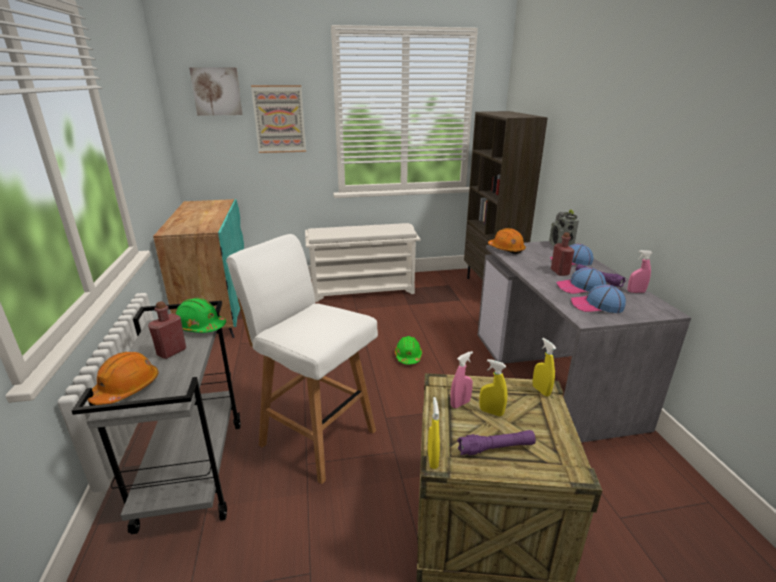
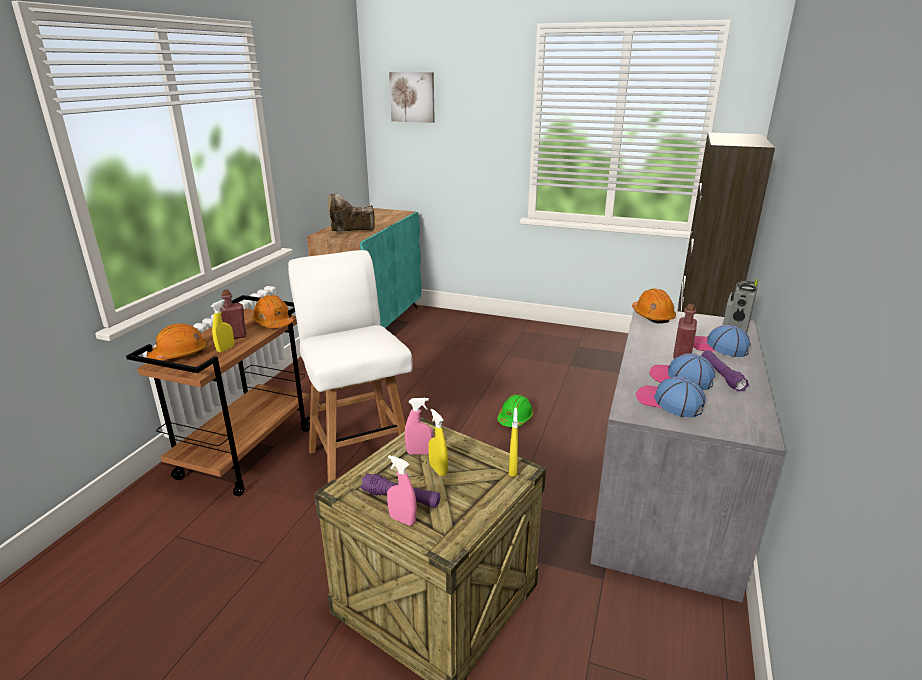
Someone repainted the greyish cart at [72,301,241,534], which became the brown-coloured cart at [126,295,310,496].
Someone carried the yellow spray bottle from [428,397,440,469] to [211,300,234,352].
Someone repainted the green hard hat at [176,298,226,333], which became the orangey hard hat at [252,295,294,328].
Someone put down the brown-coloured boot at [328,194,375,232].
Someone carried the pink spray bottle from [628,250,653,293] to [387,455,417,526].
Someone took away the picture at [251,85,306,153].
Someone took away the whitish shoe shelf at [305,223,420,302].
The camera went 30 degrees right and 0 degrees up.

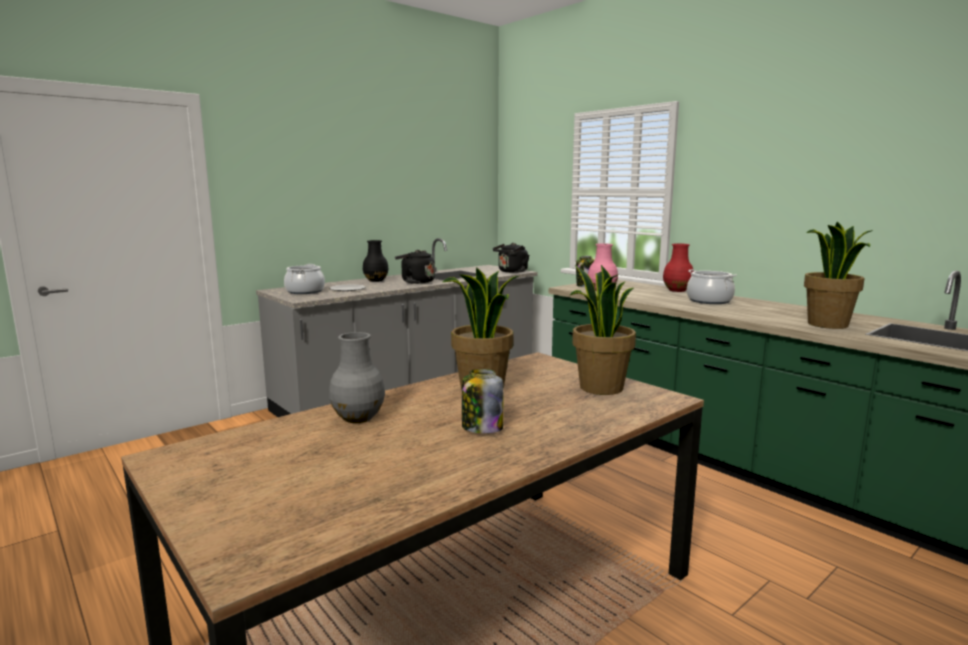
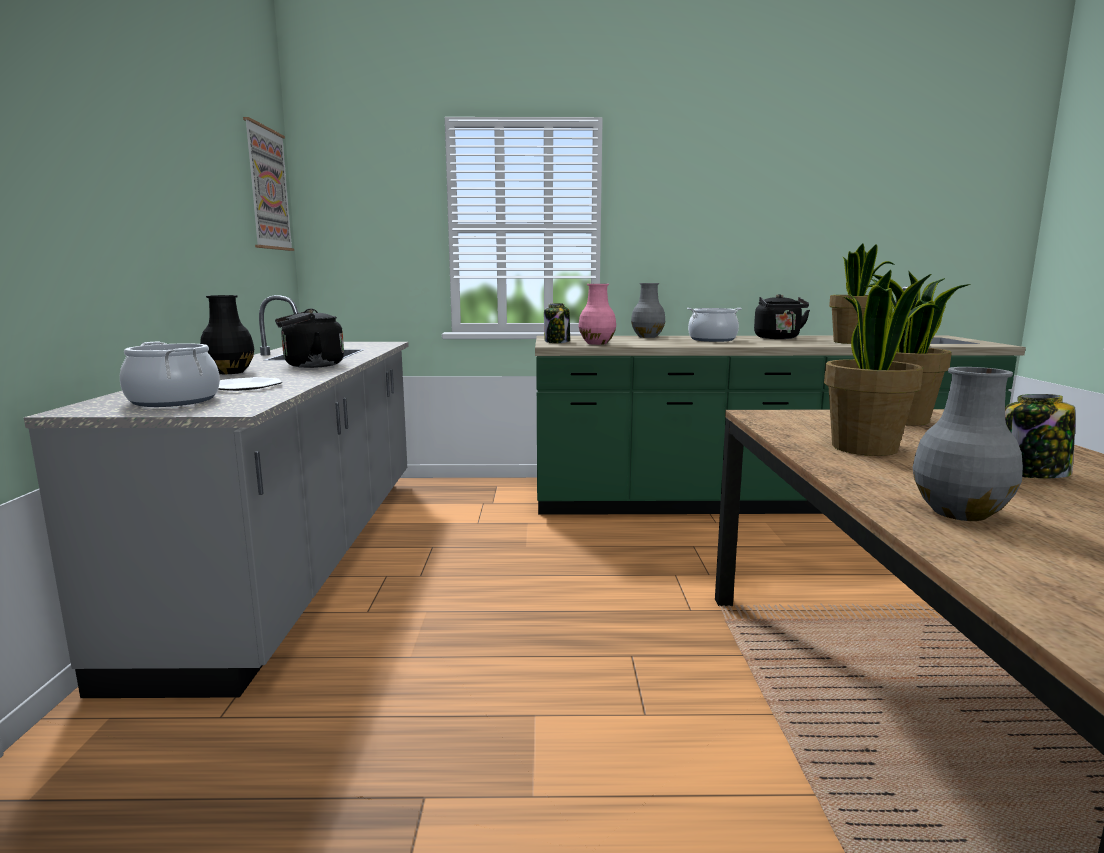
Someone put up the picture at [243,117,294,251].
Someone repainted the red flower vase at [663,243,694,292], which became the greyish flower vase at [631,283,665,338].
Someone carried the blackish water kettle from [493,243,529,273] to [754,294,810,339].
The camera went 50 degrees left and 0 degrees up.

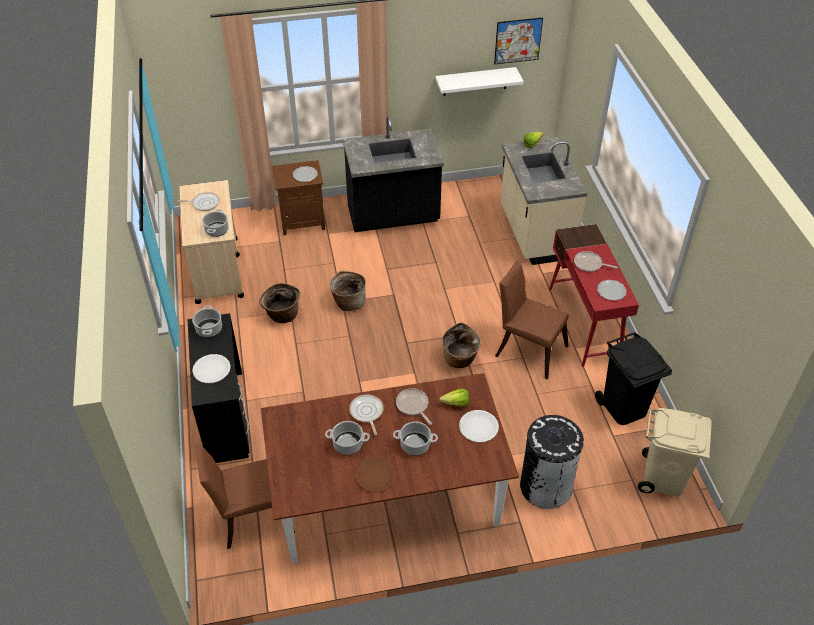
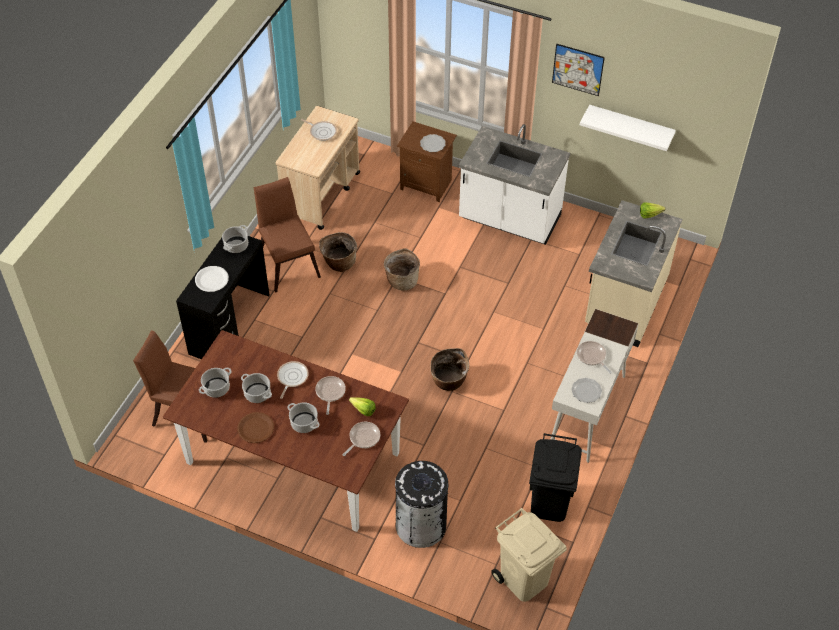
Someone carried the saucepot from [202,209,229,237] to [199,368,232,398].
Someone carried the brown-coloured plain chair from [495,260,569,379] to [254,177,321,293].
Someone swapped the whitish flat dish at [459,410,499,442] for the pan at [342,422,380,456].
Someone repainted the blackish kitchen counter at [343,117,444,232], which became the whitish kitchen counter at [459,124,570,245].
Someone repainted the red desk unit at [549,224,639,367], which became the whitish desk unit at [551,309,639,463].
Someone carried the picture from [494,17,543,64] to [552,44,605,96].
The camera went 35 degrees right and 5 degrees up.

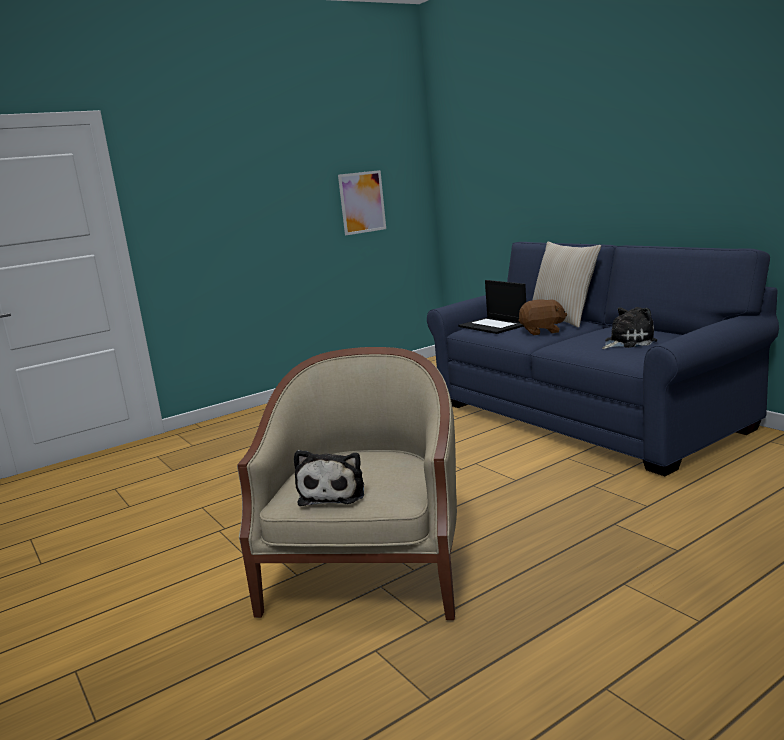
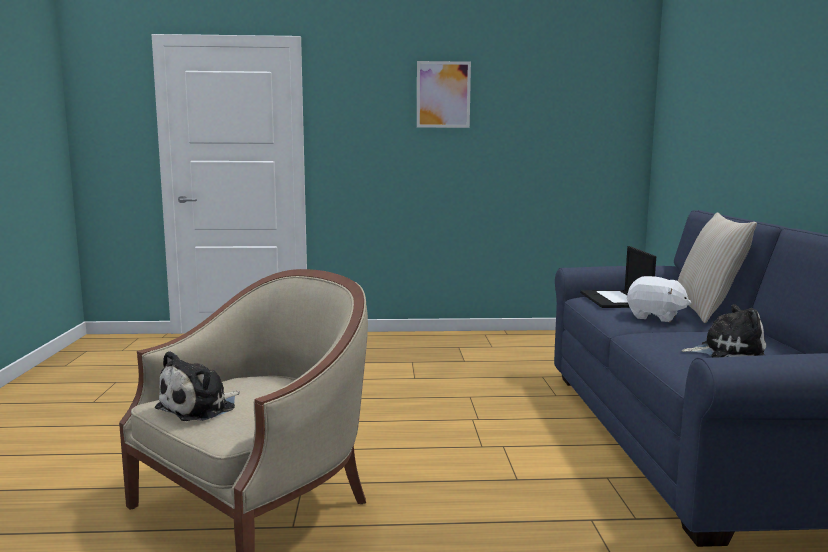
Someone carried the picture from [338,170,386,235] to [417,61,471,128].
Someone repainted the brown-coloured soft toy at [519,299,567,335], which became the whitish soft toy at [627,276,691,322].
The camera went 30 degrees right and 5 degrees down.

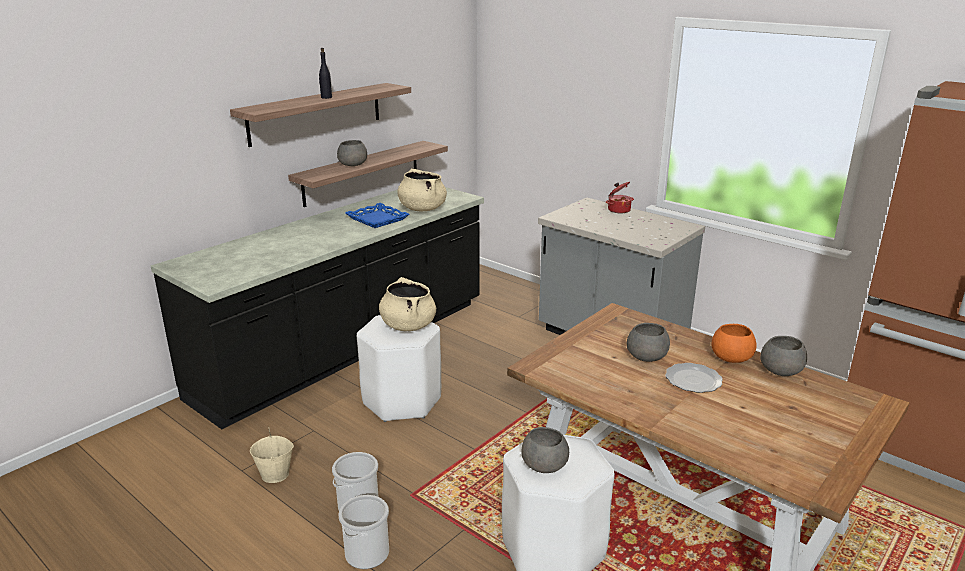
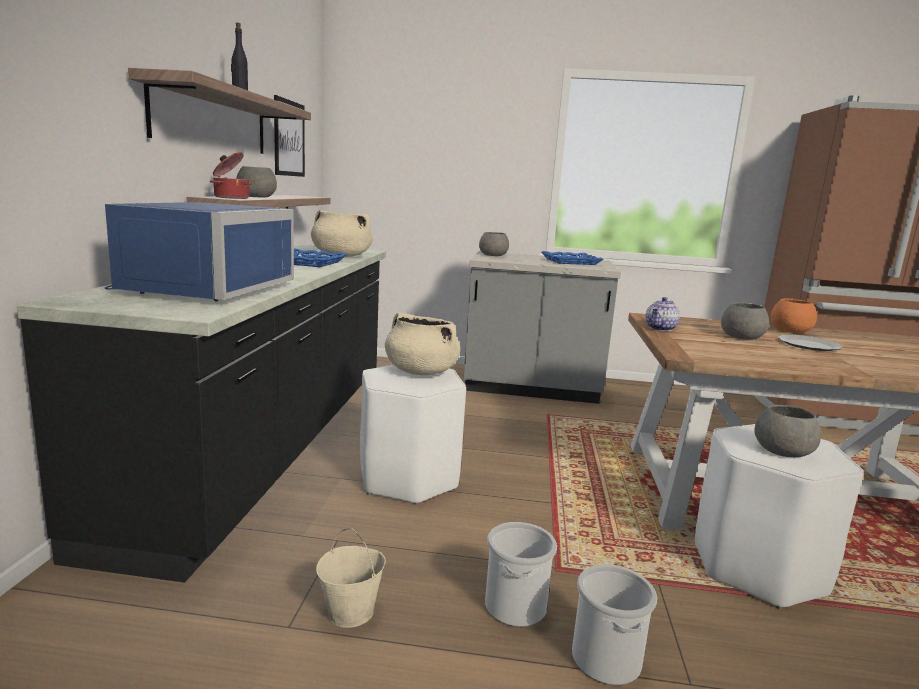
Someone put down the blue-coloured microwave oven at [105,202,294,301].
Someone carried the saucepot from [606,182,634,213] to [210,152,252,199].
Someone put up the picture at [274,95,305,177].
Someone carried the greyish serving bowl from [760,336,807,376] to [479,232,509,256].
Someone put down the blue-coloured serving tray at [541,251,603,265].
Someone put down the tea pot at [645,297,680,331].
The camera went 35 degrees left and 10 degrees down.

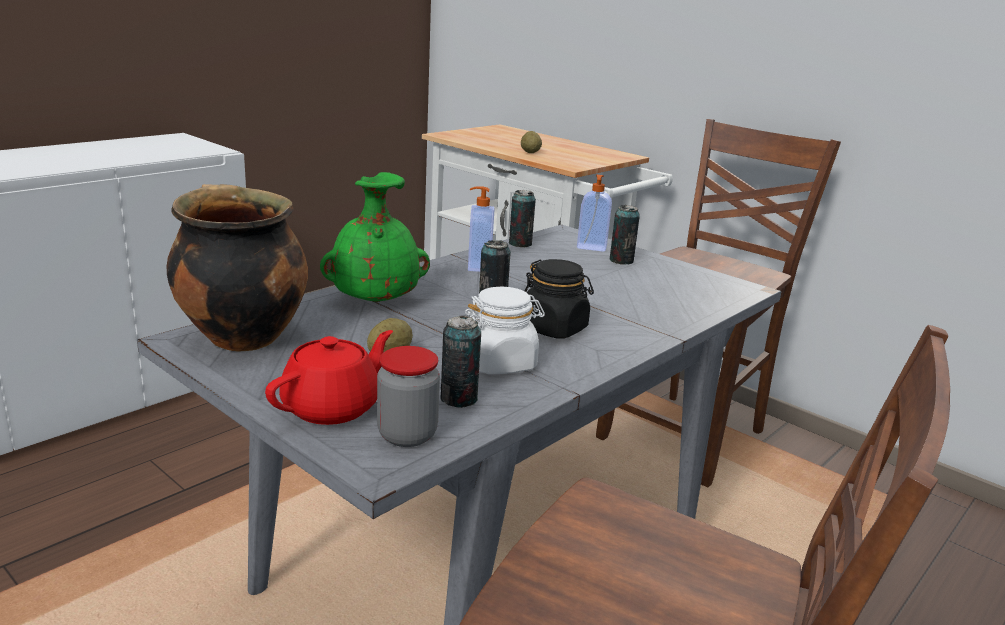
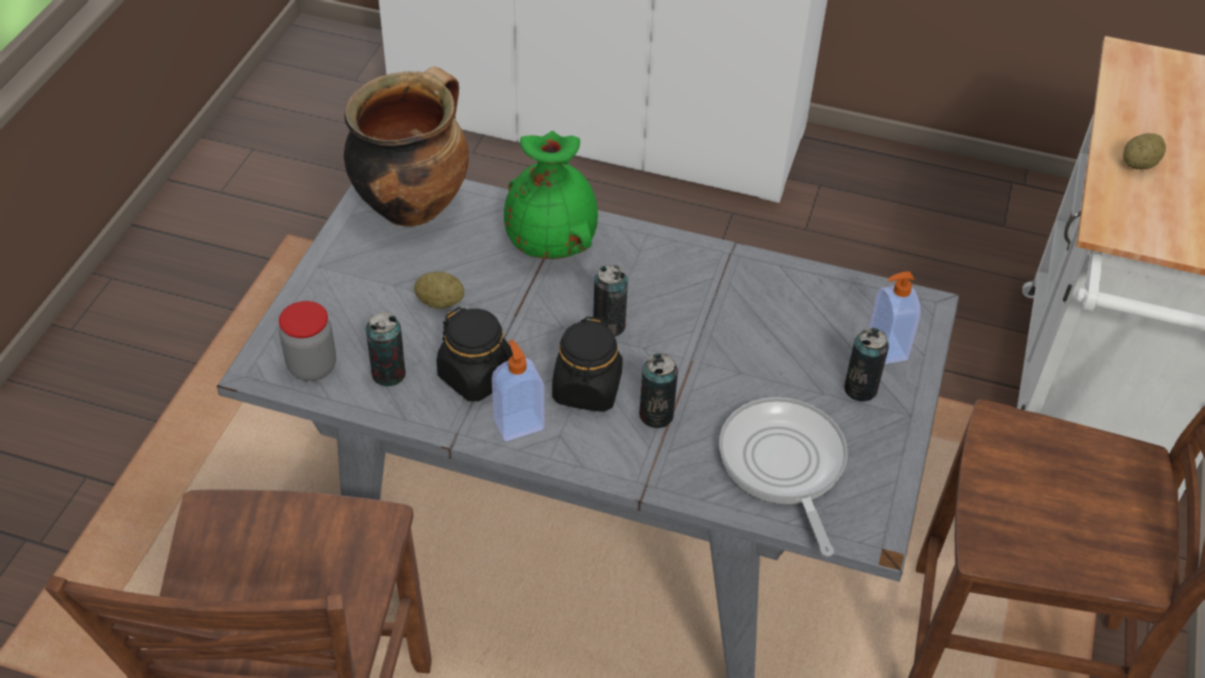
Someone repainted the whitish storage jar at [465,286,545,374], which became the blackish storage jar at [437,307,513,402].
Someone carried the soap bottle from [468,186,494,272] to [492,340,544,441].
Someone carried the can from [509,190,536,247] to [639,354,678,428].
Someone put down the pan at [719,397,848,556].
Someone took away the red tea pot at [265,330,393,425].
The camera went 65 degrees right and 25 degrees up.

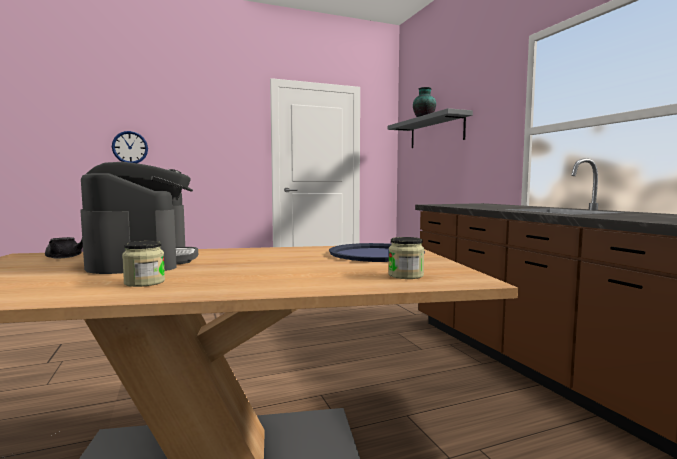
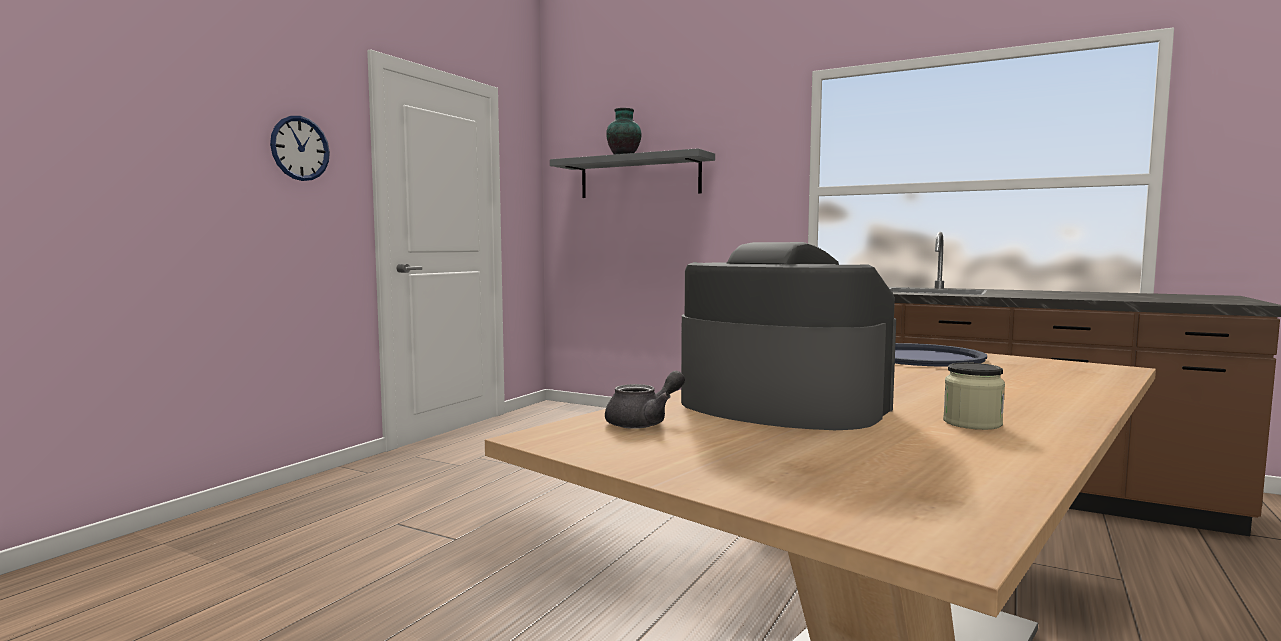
Someone carried the clock on the wall from [112,131,148,163] to [270,116,330,181].
Someone took away the storage jar at [388,237,424,279].
The camera went 40 degrees left and 0 degrees up.

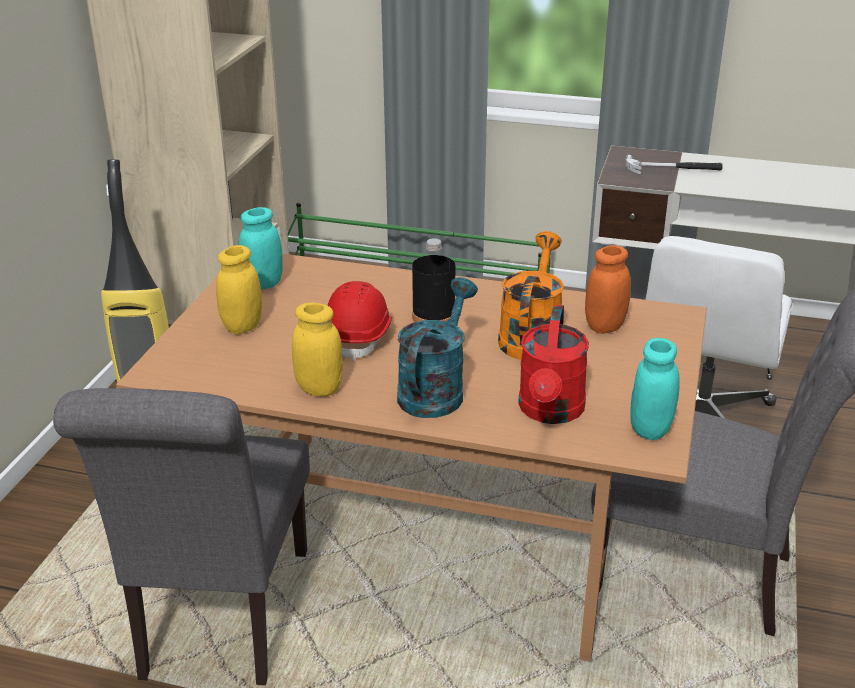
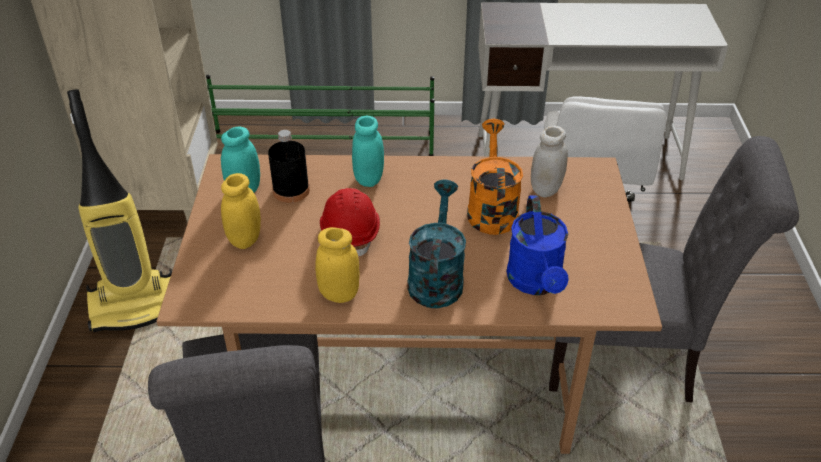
Someone carried the blackish drink bottle from [412,238,455,322] to [268,130,310,203].
Someone carried the turquoise storage jar from [630,338,680,440] to [352,116,384,187].
Someone repainted the red watering can at [518,305,589,424], which became the blue-coloured watering can at [507,195,569,295].
Someone repainted the orangey storage jar at [585,245,631,334], which became the whitish storage jar at [531,126,568,197].
Someone took away the hand hammer at [626,155,723,174].
The camera went 15 degrees left and 10 degrees up.

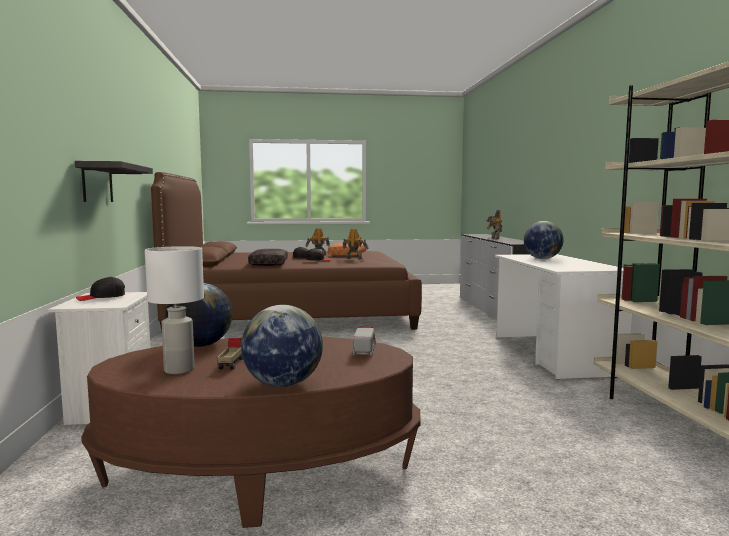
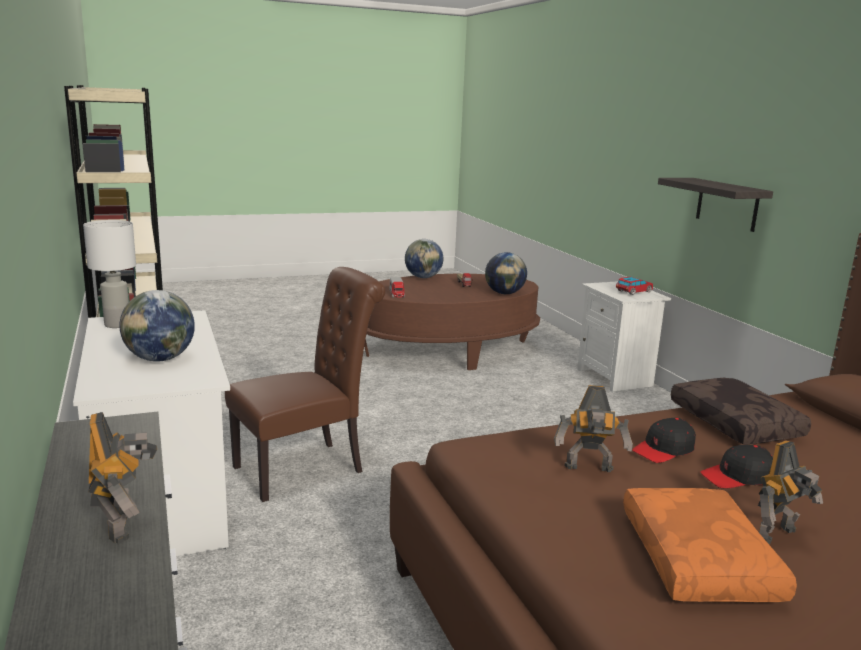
Someone carried the whitish table lamp from [145,246,204,374] to [83,220,136,328].
Someone put down the brown-coloured plain chair at [225,267,385,502].
Someone swapped the blackish baseball cap at [76,277,125,301] for the toy car at [616,277,653,295].
The camera went 165 degrees right and 10 degrees up.

